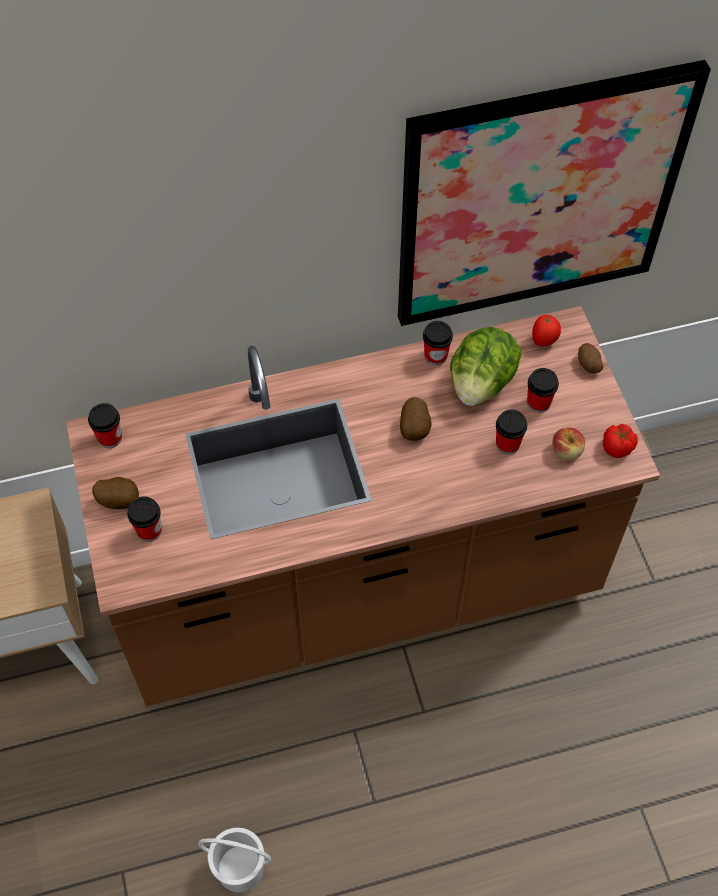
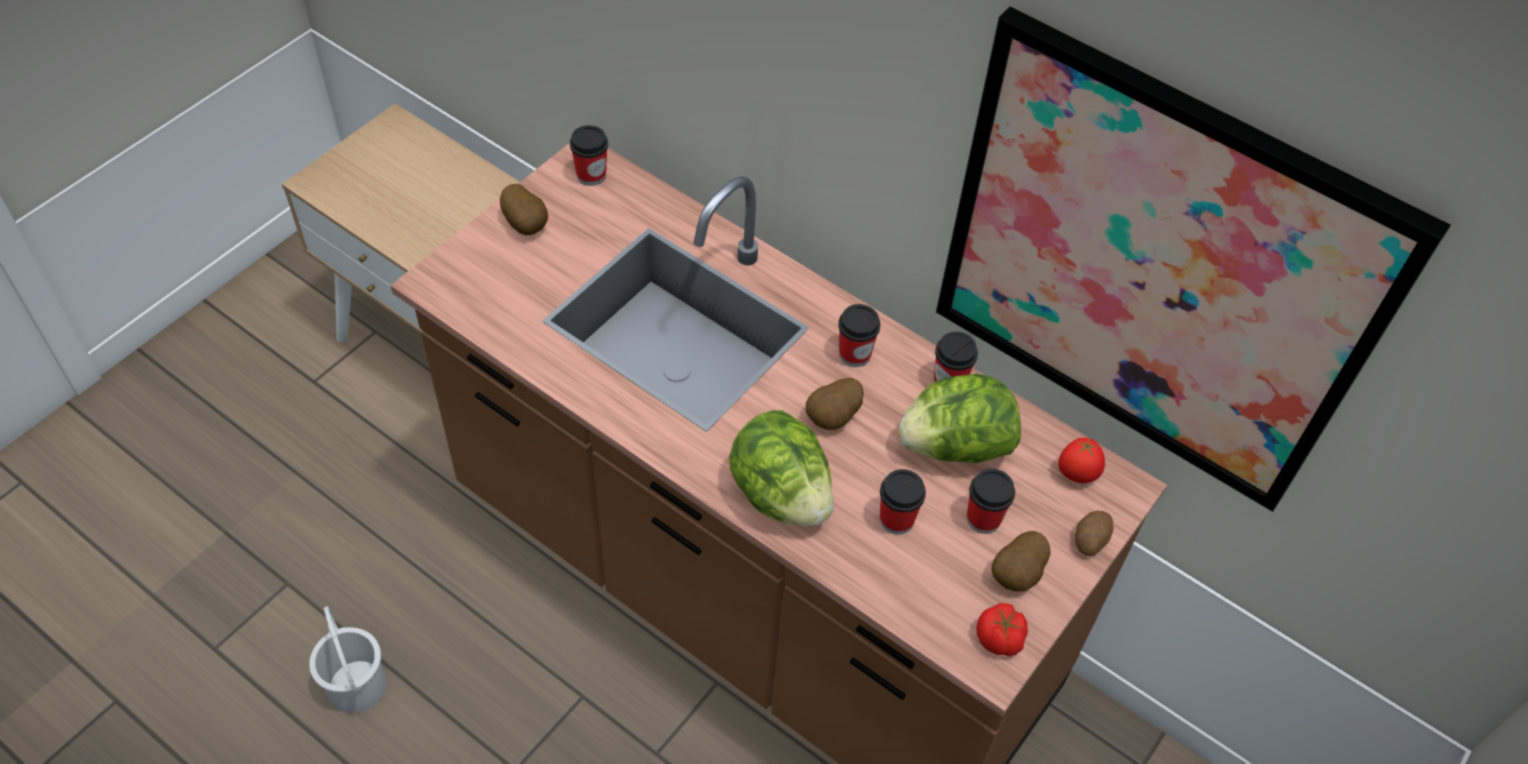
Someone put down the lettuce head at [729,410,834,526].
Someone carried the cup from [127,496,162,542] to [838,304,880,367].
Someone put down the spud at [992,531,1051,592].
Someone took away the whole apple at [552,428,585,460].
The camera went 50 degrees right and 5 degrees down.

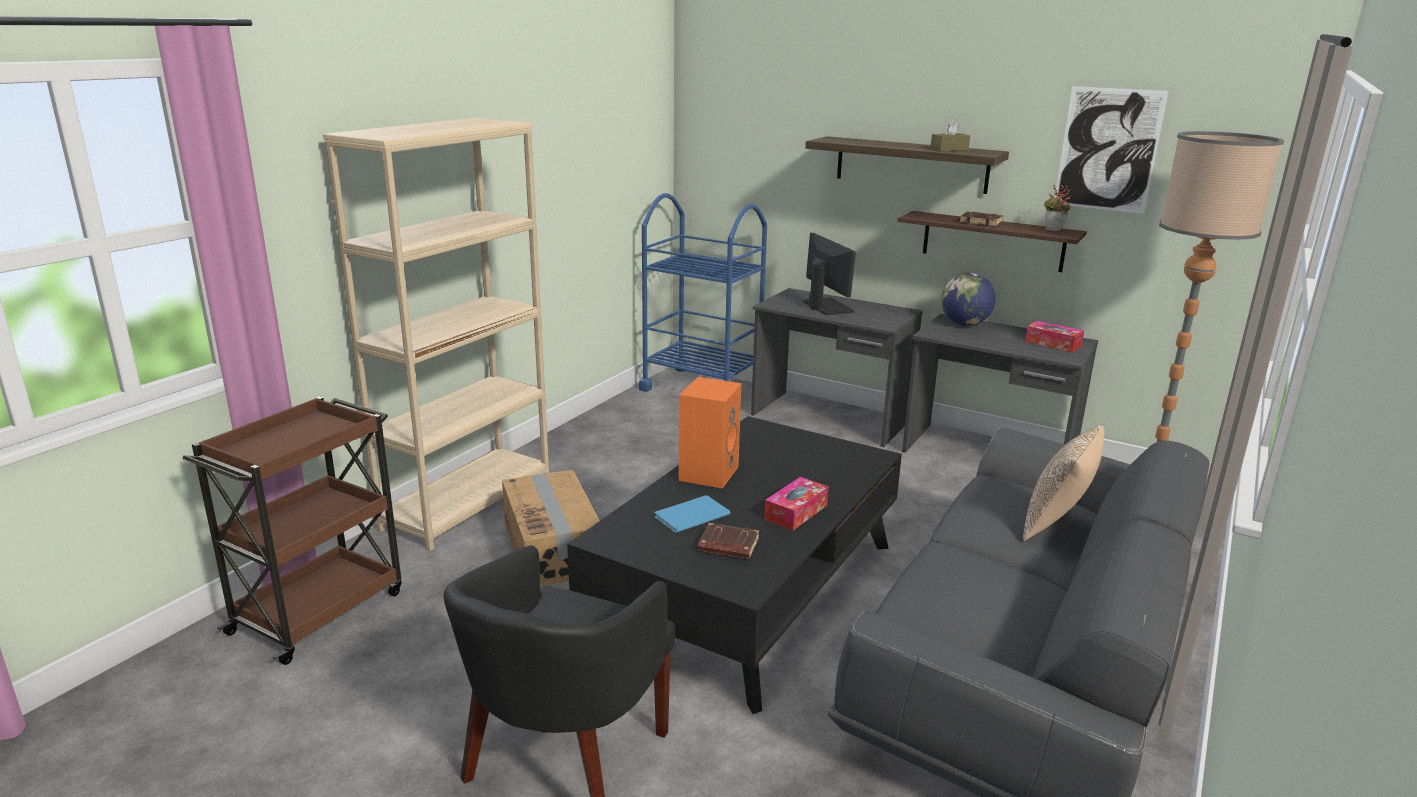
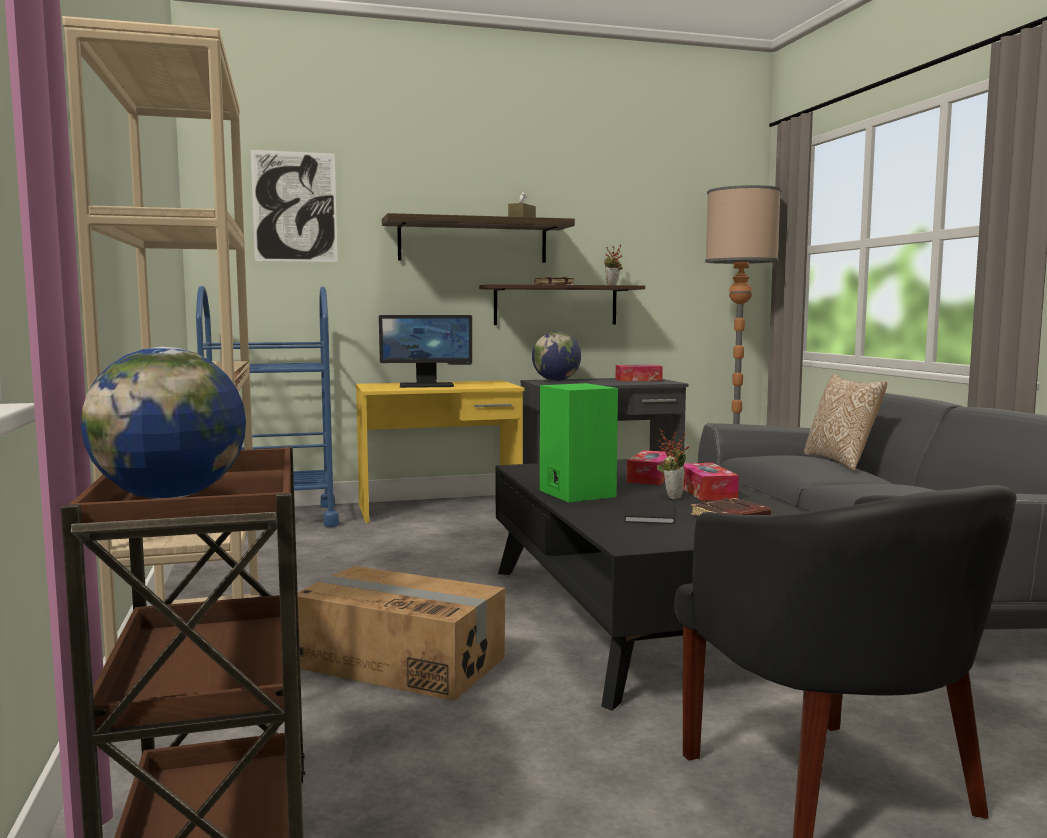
Someone put down the globe at [81,347,246,499].
Someone carried the picture from [1055,86,1168,214] to [251,150,338,262].
Someone repainted the greyish desk unit at [751,288,923,447], which became the yellow desk unit at [356,381,524,523].
Someone rotated the computer display at [803,233,856,315] by 150 degrees clockwise.
Someone repainted the orangey speaker at [679,377,741,489], which became the green speaker at [540,383,618,502].
Someone repainted the blue-coloured book at [654,495,730,533], which became the blackish book at [623,499,675,524].
Someone put down the box of tissues at [627,450,669,485].
Someone put down the houseplant at [657,429,689,499].
The camera went 45 degrees left and 15 degrees down.

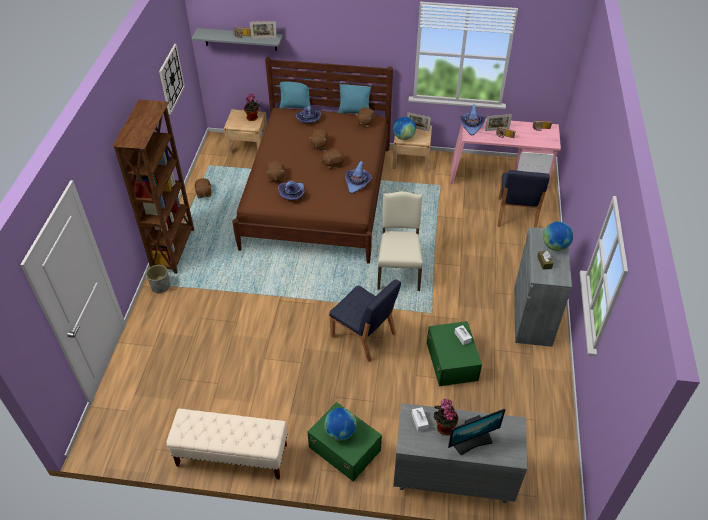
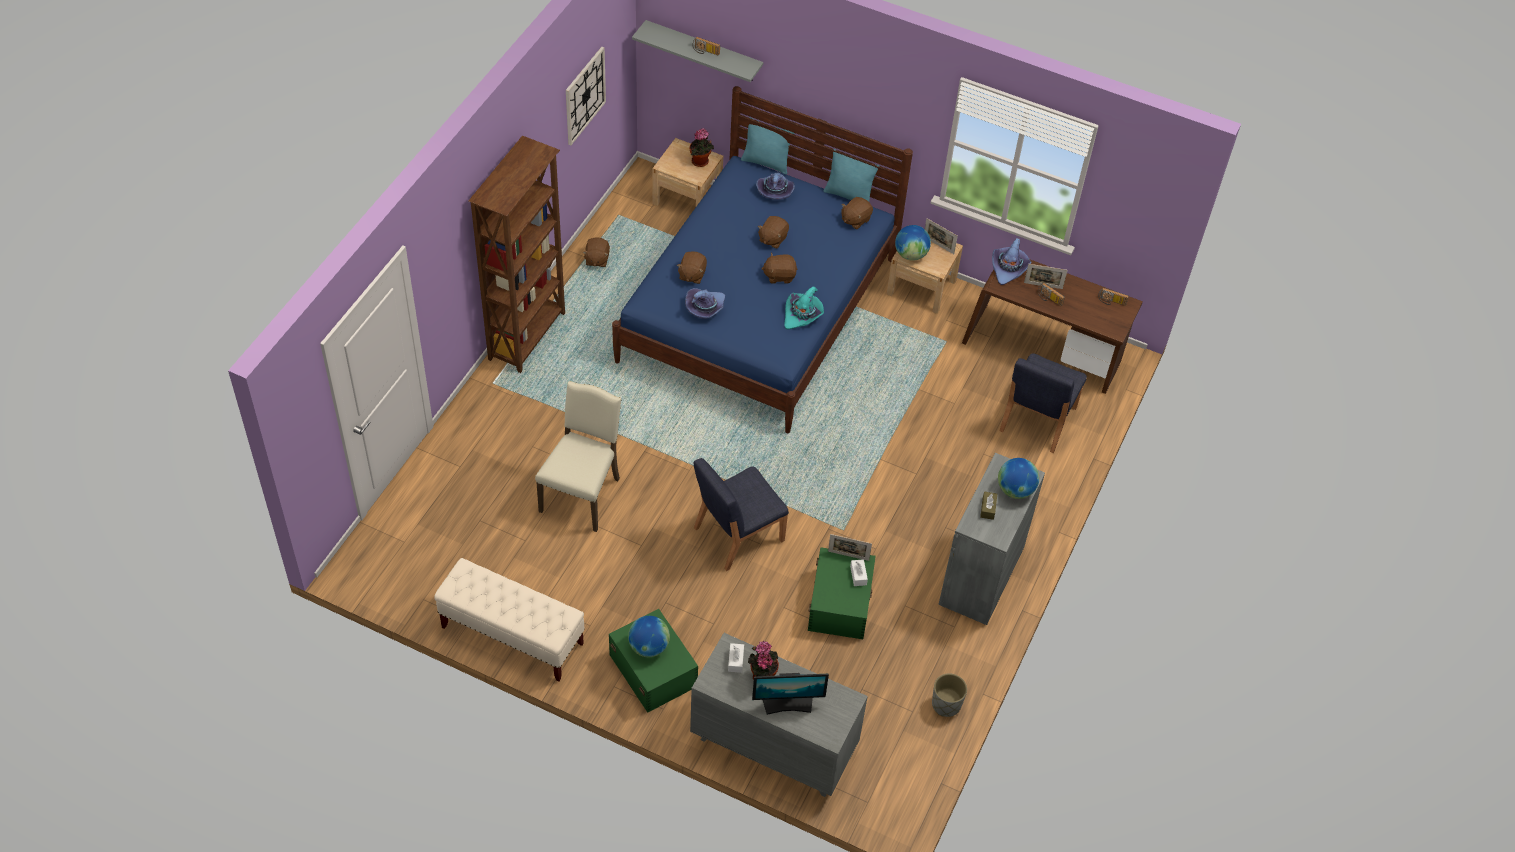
Someone carried the beige plain chair from [377,191,423,291] to [535,381,621,532].
Someone repainted the brown-coloured bedroom bed at [232,57,393,264], which became the blue-coloured bedroom bed at [612,86,913,433].
Someone rotated the blue-coloured plain chair at [329,279,401,362] by 90 degrees clockwise.
Someone repainted the purple wearable hat at [345,161,372,194], which became the turquoise wearable hat at [784,286,824,330].
Someone carried the picture frame from [250,21,277,39] to [828,534,872,561].
Someone carried the greyish planter from [146,265,170,294] to [932,673,967,717].
Someone repainted the pink desk unit at [450,119,561,190], which became the brown-coloured desk unit at [962,260,1143,394].
The camera went 15 degrees right and 5 degrees up.

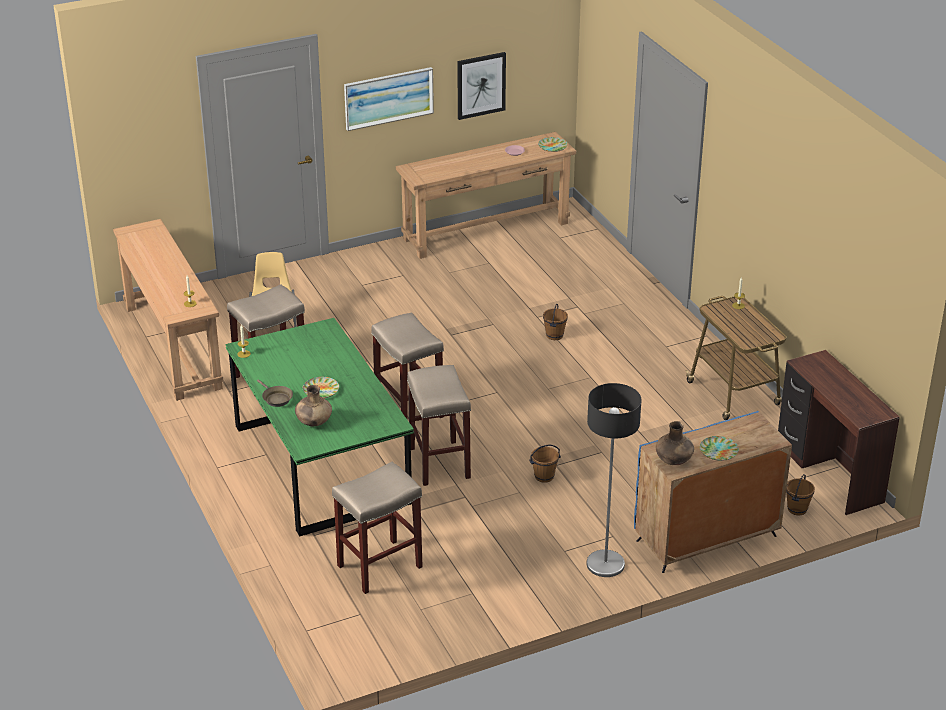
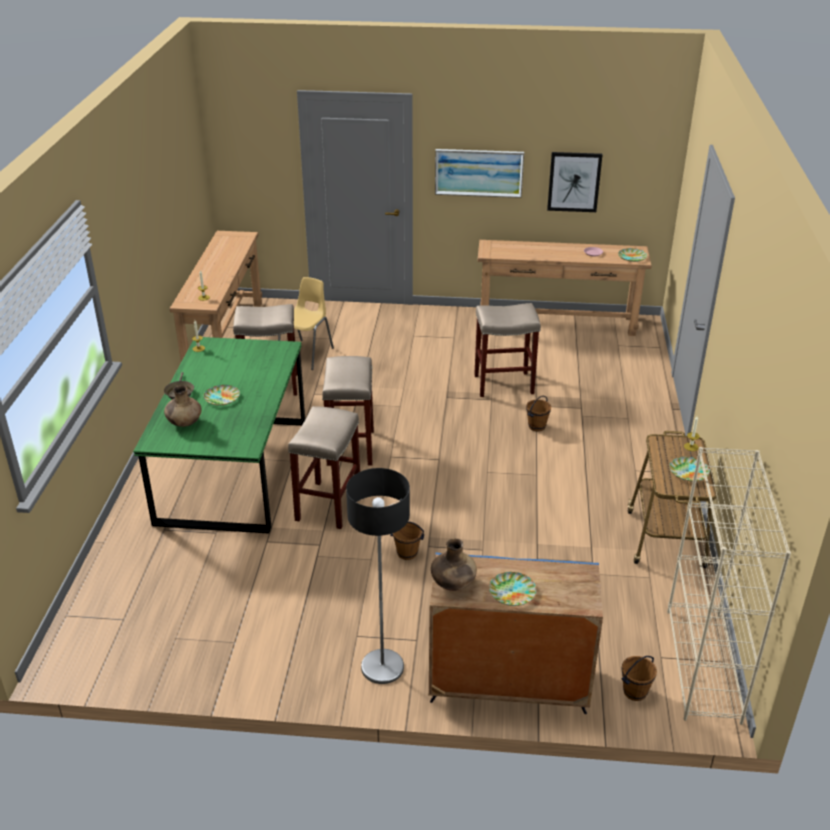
Someone carried the beige stool seat from [332,462,423,594] to [474,303,541,397].
Someone swapped the brown-coloured desk unit at [778,350,900,515] for the beige bookcase at [667,447,791,725].
Someone put down the flat dish at [669,457,710,481].
The camera went 30 degrees right and 0 degrees up.

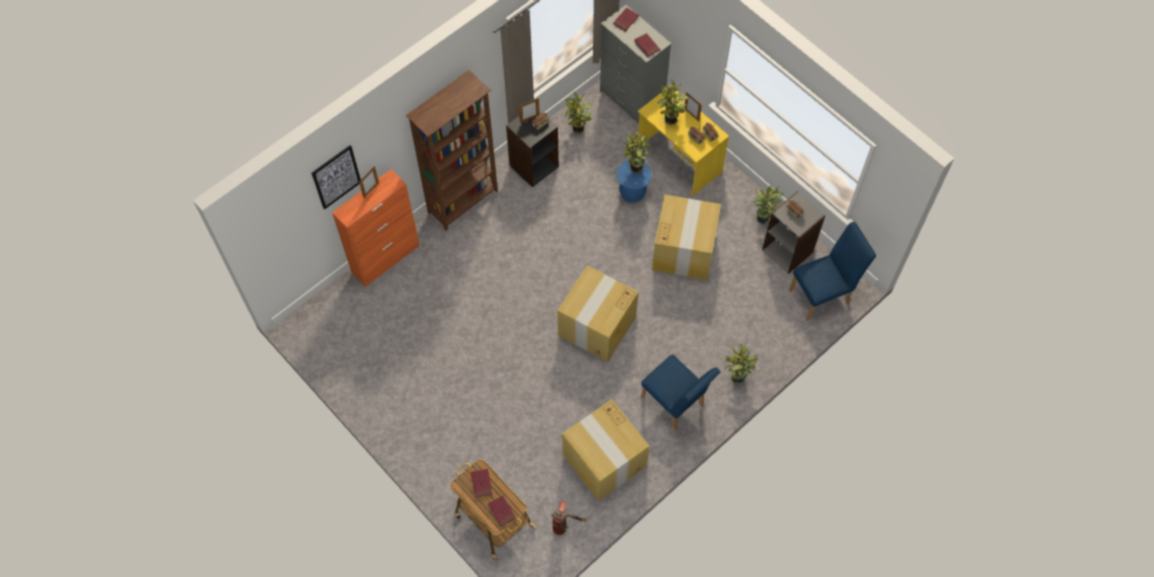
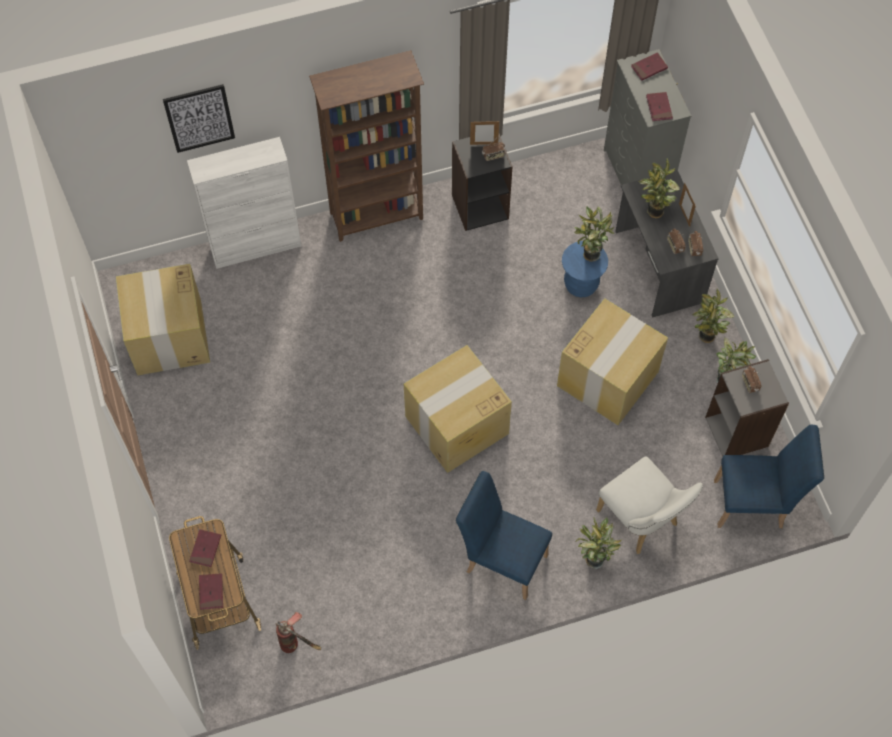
Someone carried the carton from [562,399,650,501] to [116,264,210,375].
Someone repainted the orangey cupboard at [332,169,420,287], which became the whitish cupboard at [187,137,301,269].
Someone rotated the blue-coloured plain chair at [640,354,720,431] by 135 degrees clockwise.
Someone put down the whitish plain chair at [596,457,703,554].
Someone repainted the yellow desk unit at [638,85,729,196], which became the greyish desk unit at [615,170,719,318].
Someone carried the houseplant from [564,92,593,134] to [692,289,734,343].
Someone took away the picture frame at [359,166,379,198].
The camera went 25 degrees right and 0 degrees up.

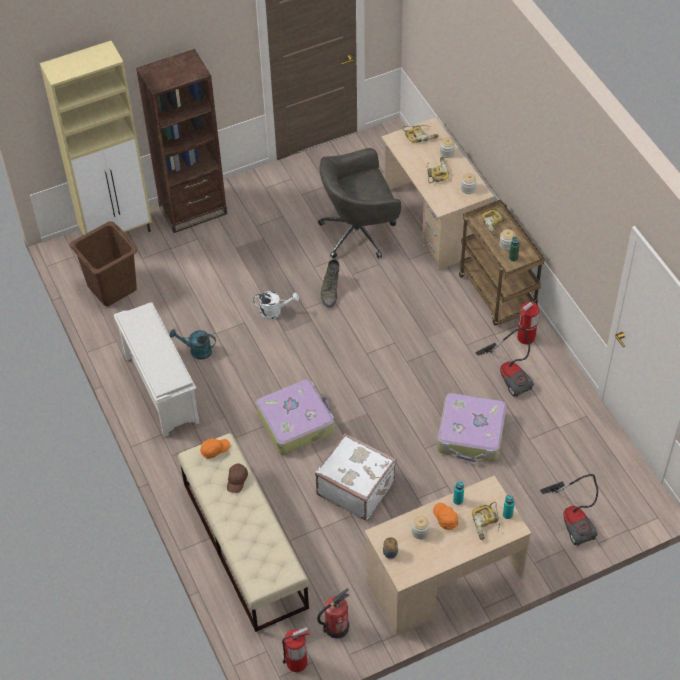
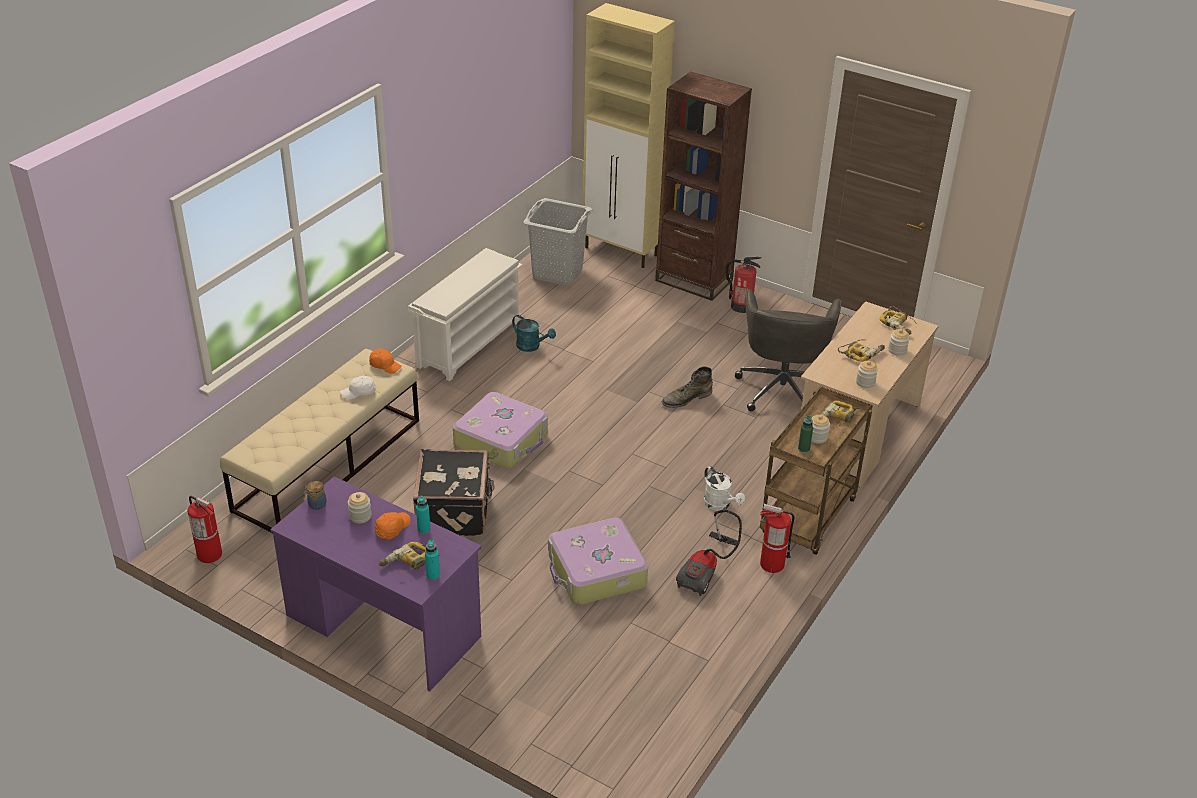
Someone repainted the beige desk unit at [364,475,532,636], which became the purple desk unit at [270,476,482,692].
Someone repainted the brown-coloured baseball cap at [227,463,248,493], which became the whitish baseball cap at [340,376,376,400].
Someone repainted the whitish suitcase at [315,433,397,520], which became the blackish suitcase at [413,449,495,537].
Someone rotated the turquoise watering can at [170,329,216,360] by 150 degrees clockwise.
Someone repainted the brown-coloured washing basket at [69,221,138,306], which became the greyish washing basket at [523,198,592,286].
Someone carried the whitish watering can from [253,291,299,320] to [704,466,745,511].
Someone carried the extinguisher from [317,588,349,639] to [726,257,761,313].
Someone rotated the greyish desk chair at [318,148,401,259] by 120 degrees counterclockwise.
Someone took away the vacuum cleaner at [540,474,598,546].
The camera went 55 degrees right and 15 degrees down.

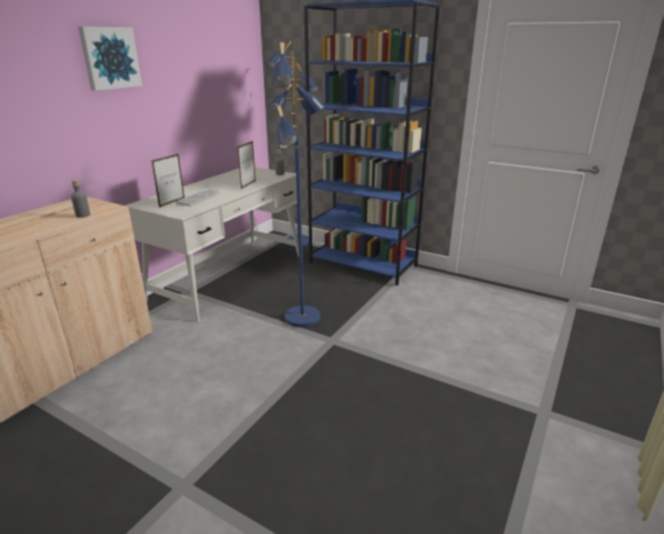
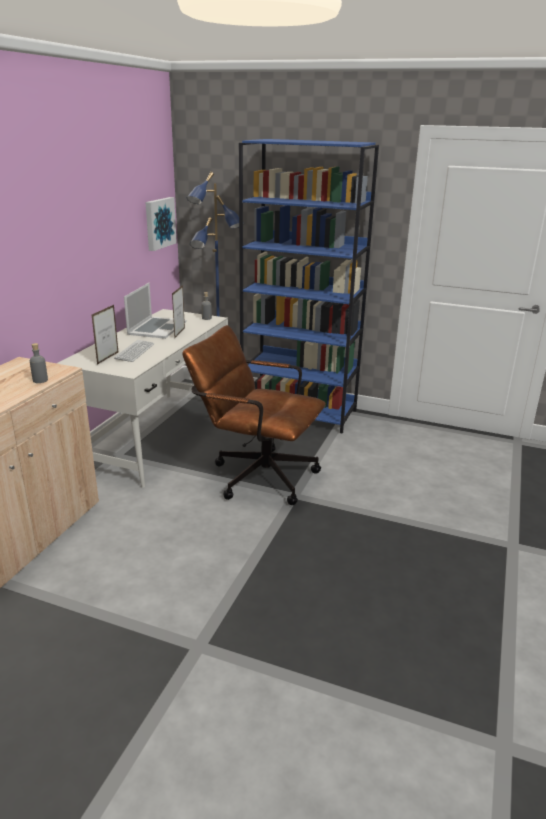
Someone put down the notebook computer at [124,283,187,339].
Someone carried the picture from [78,27,142,91] to [145,197,177,251].
Someone swapped the blue-coloured standing lamp at [272,42,325,327] for the brown-coloured desk chair at [182,325,326,505].
The camera went 10 degrees left and 0 degrees up.

